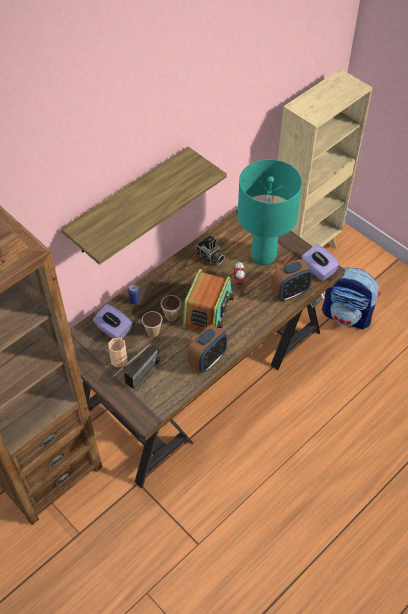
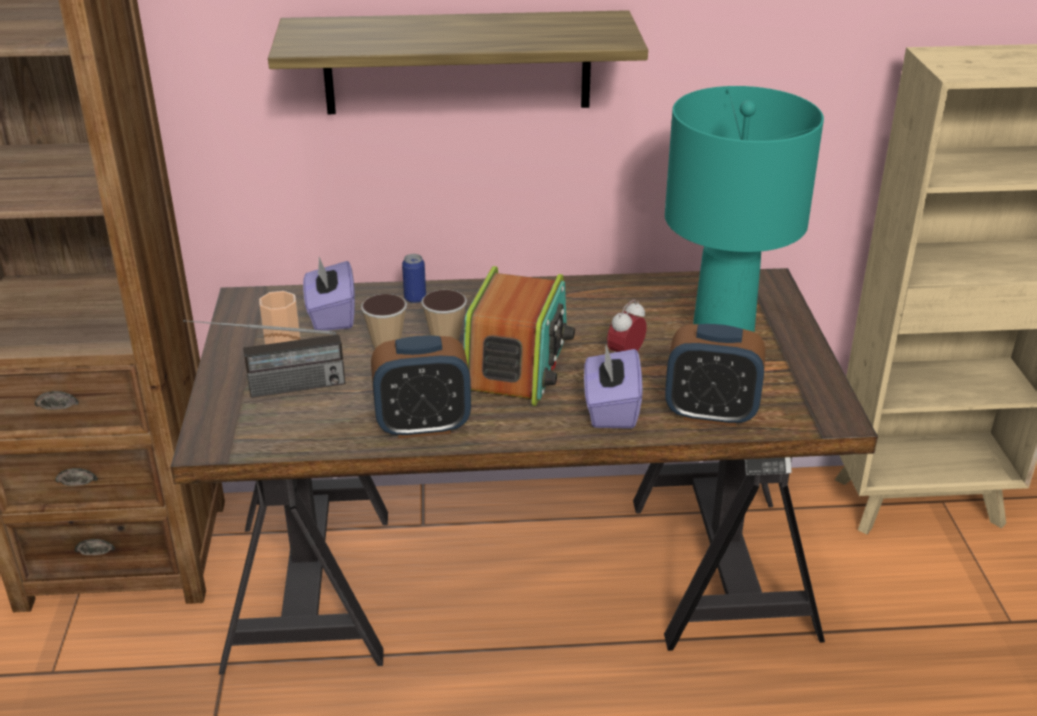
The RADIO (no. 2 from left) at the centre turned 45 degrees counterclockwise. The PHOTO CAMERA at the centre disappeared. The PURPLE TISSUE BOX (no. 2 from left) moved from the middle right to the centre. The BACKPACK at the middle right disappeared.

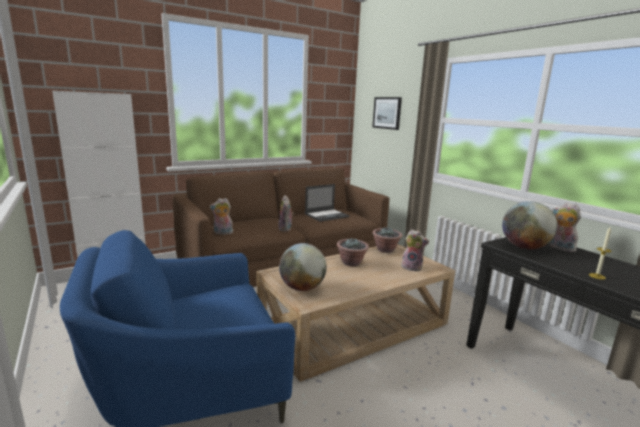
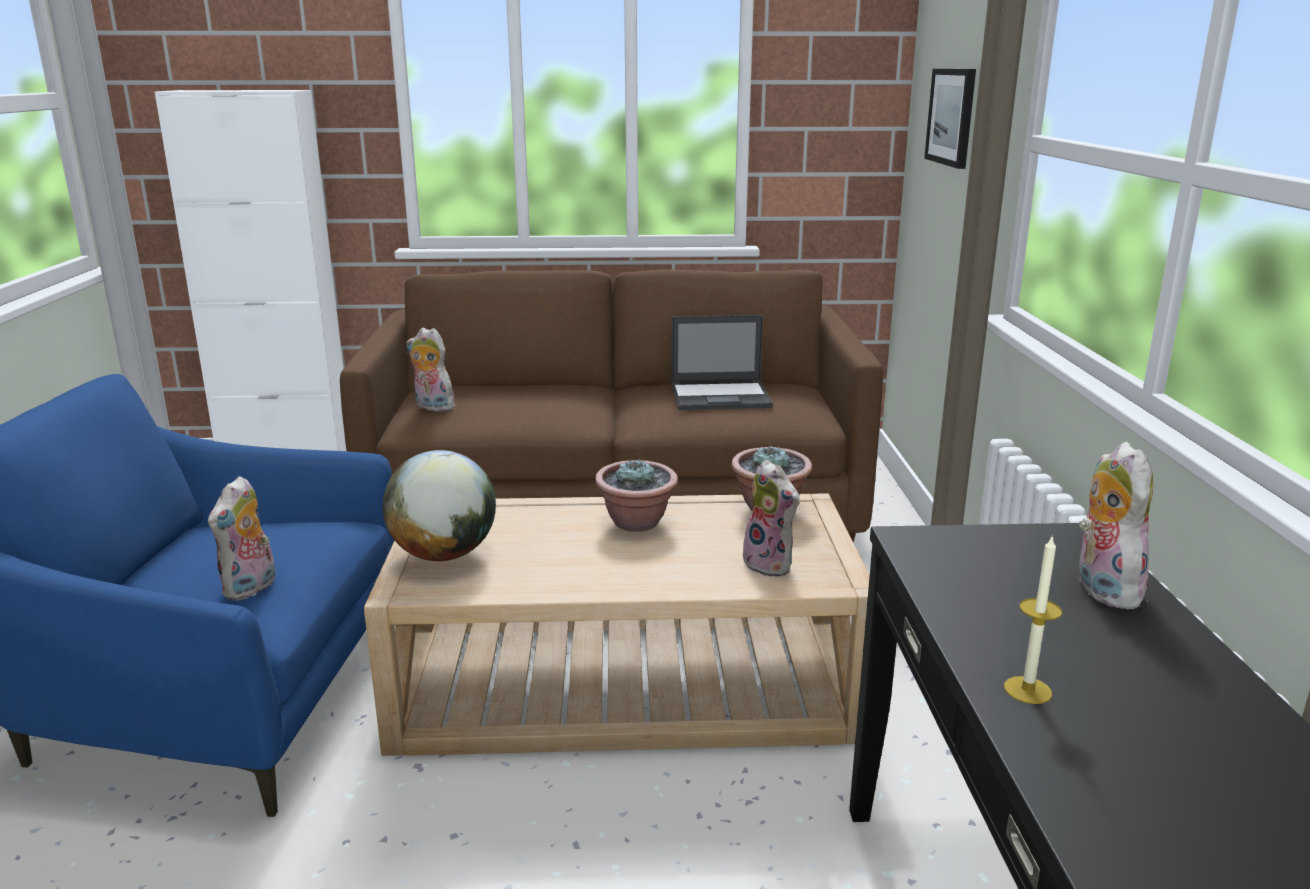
The PLUSH TOY (no. 2 from left in the first image) moved from the centre to the middle left. The GLOBE (no. 2 from left) at the middle right disappeared.

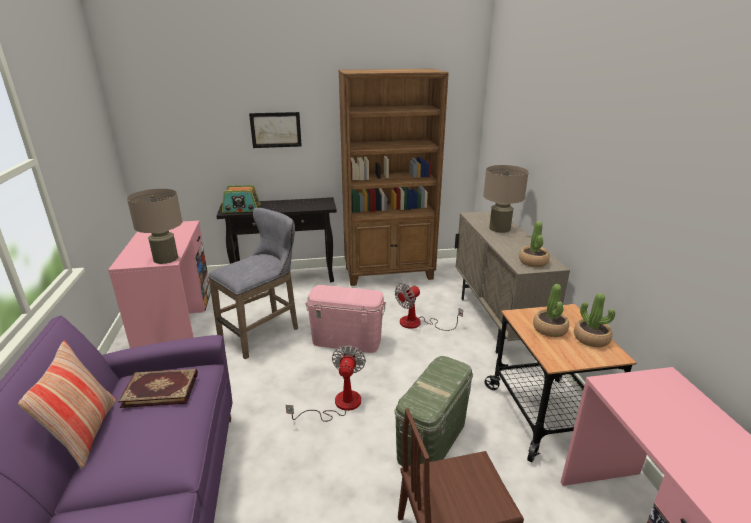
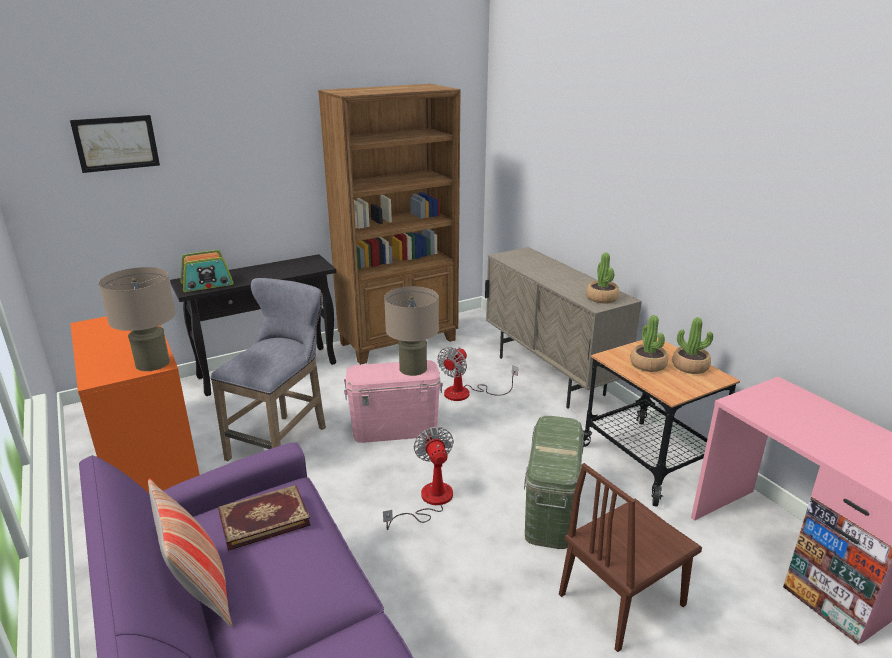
The PINK DESK (no. 1 from left) at the middle left became the ORANGE DESK at the middle left. The PICTURE moved from the top centre to the top left. The BEIGE TABLE LAMP (no. 2 from left) moved from the middle right to the centre.

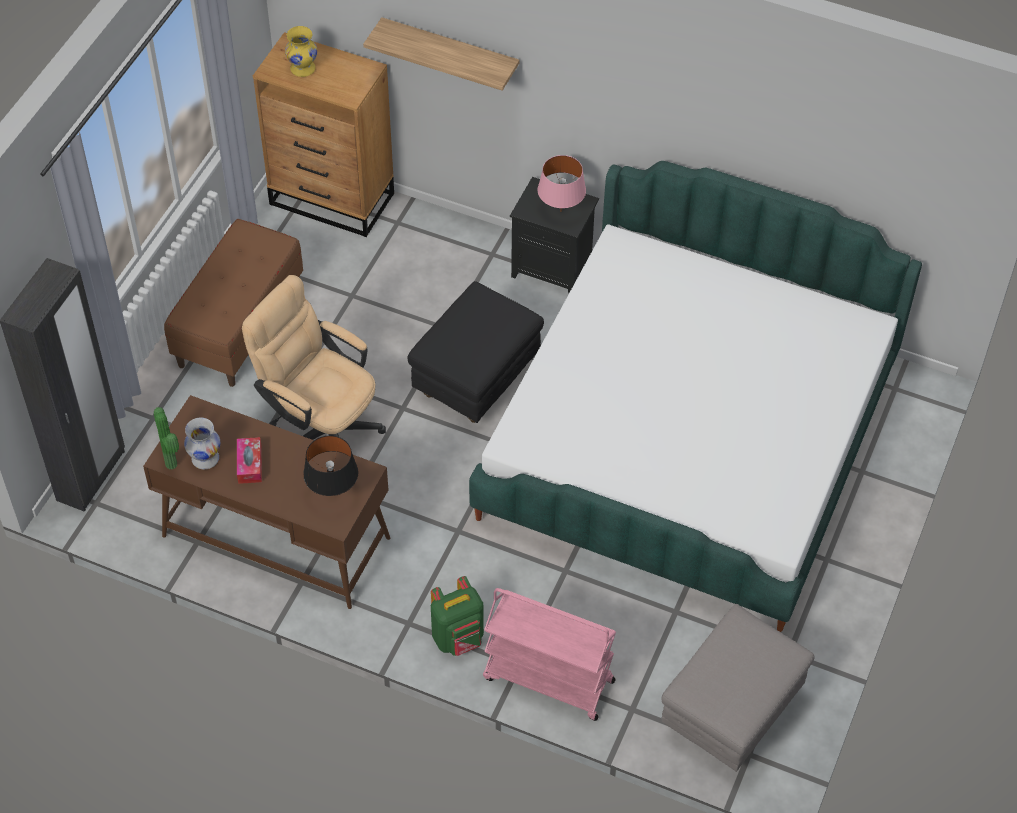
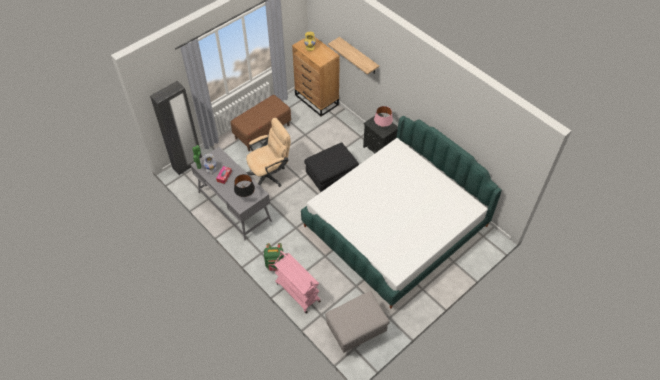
The BROWN DESK at the middle left became the GREY DESK at the centre. The BEIGE OFFICE CHAIR at the middle left turned 90 degrees clockwise.

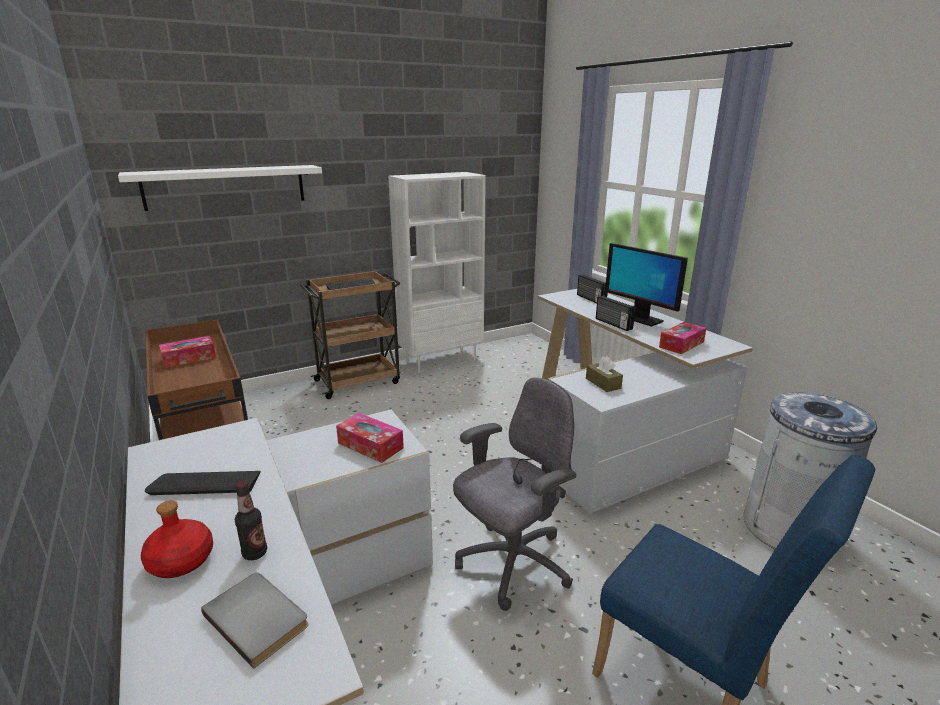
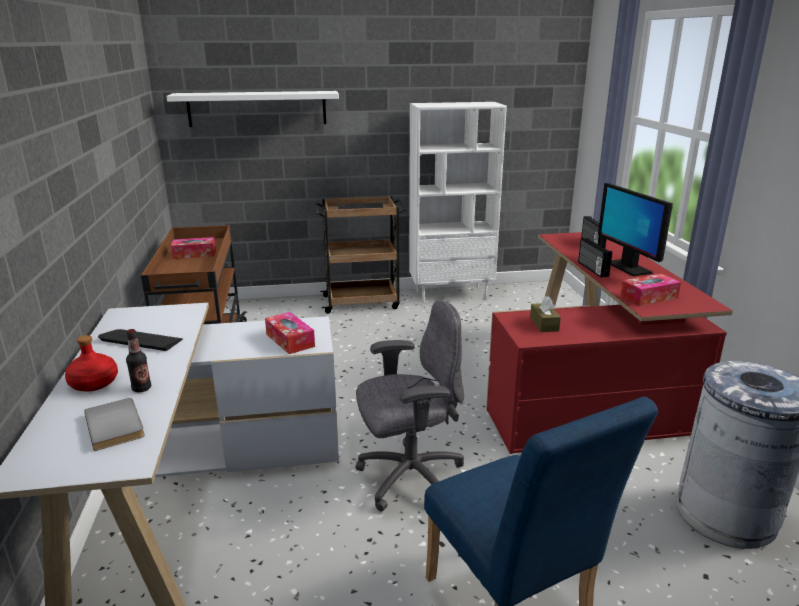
The WHITE DESK (no. 2 from left) at the middle right became the RED DESK at the middle right.

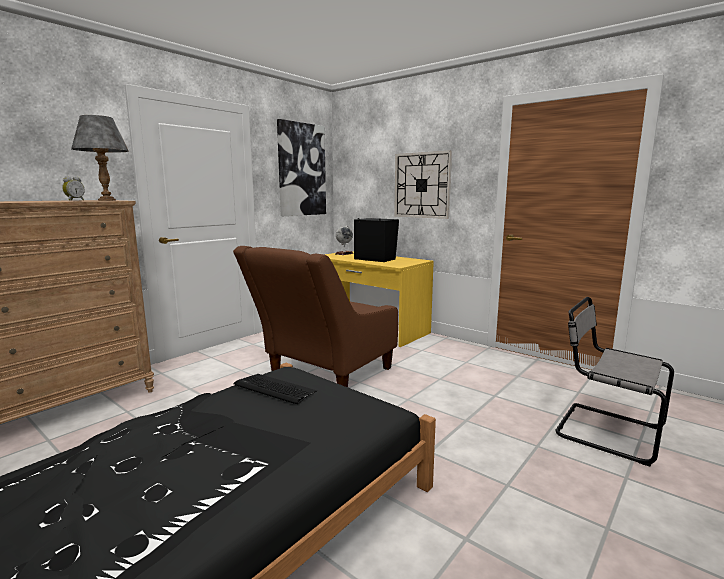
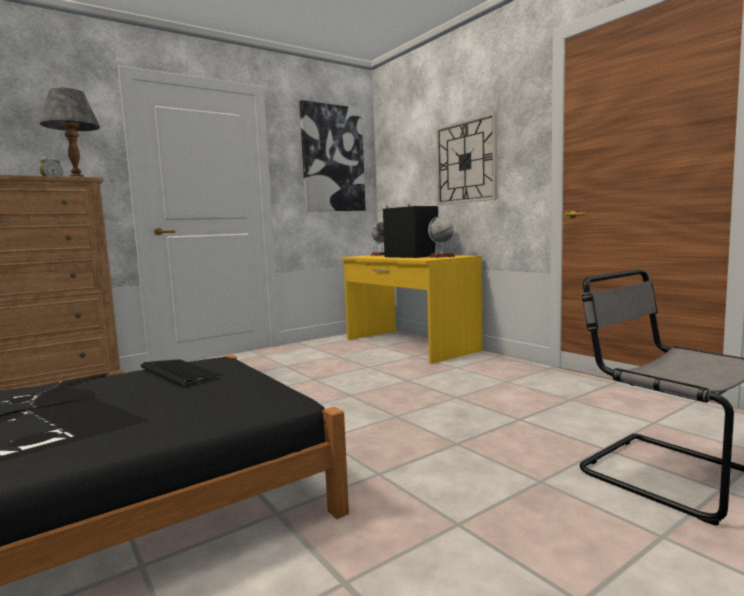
The BROWN ARMCHAIR at the centre disappeared. The GLOBE (no. 2 from left) at the centre appeared.

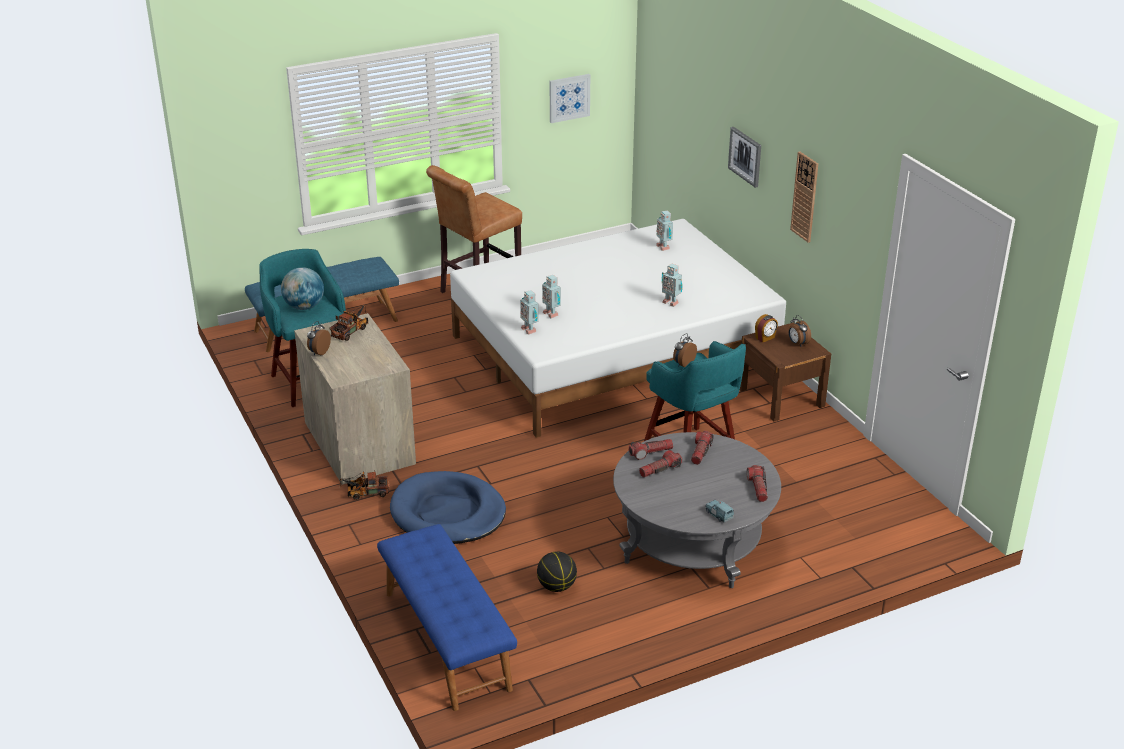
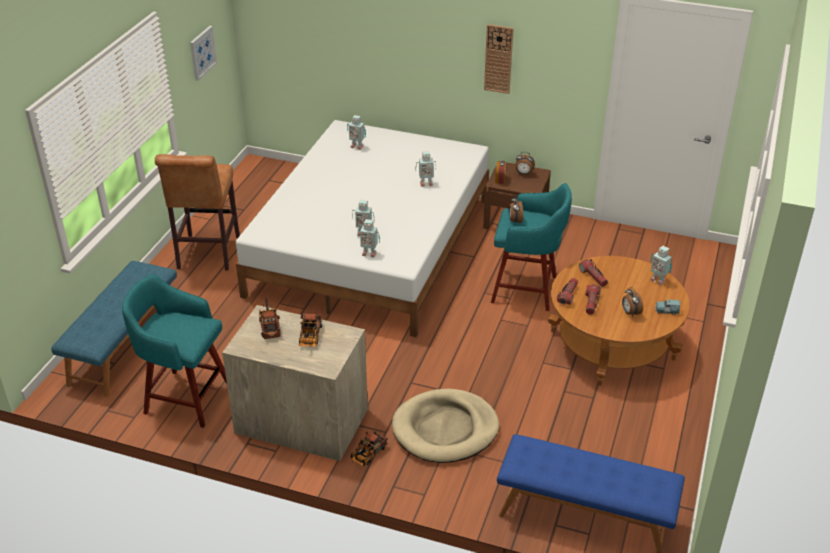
The GLOBE at the middle left disappeared. The ALARM CLOCK (no. 1 from left in the first image) moved from the middle left to the middle right. The BLUE DOG BED at the bottom centre became the BEIGE DOG BED at the bottom centre. The BASKETBALL at the bottom centre disappeared. The GREY COFFEE TABLE at the bottom centre became the BROWN COFFEE TABLE at the middle right. The PICTURE (no. 2 from left) at the top centre disappeared. The FLASHLIGHT (no. 4 from left) at the middle right was replaced by the TOY ROBOT (no. 5 from left) at the middle right. The TOY TRUCK (no. 2 from left) at the centre appeared.

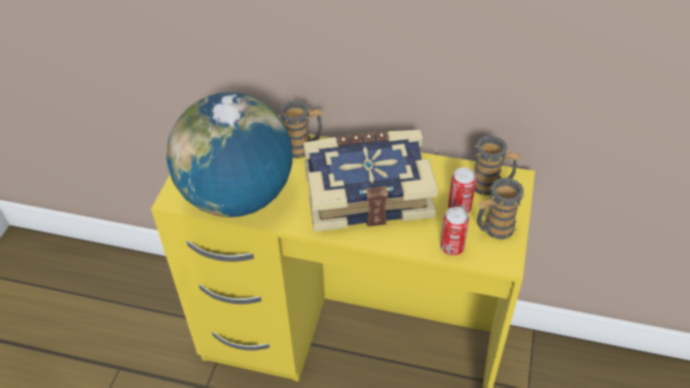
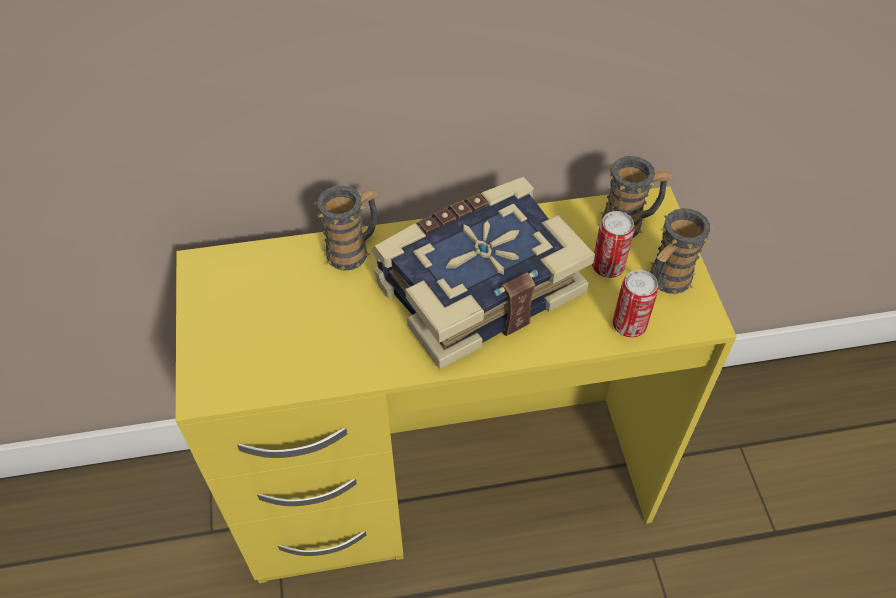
The GLOBE at the centre disappeared.

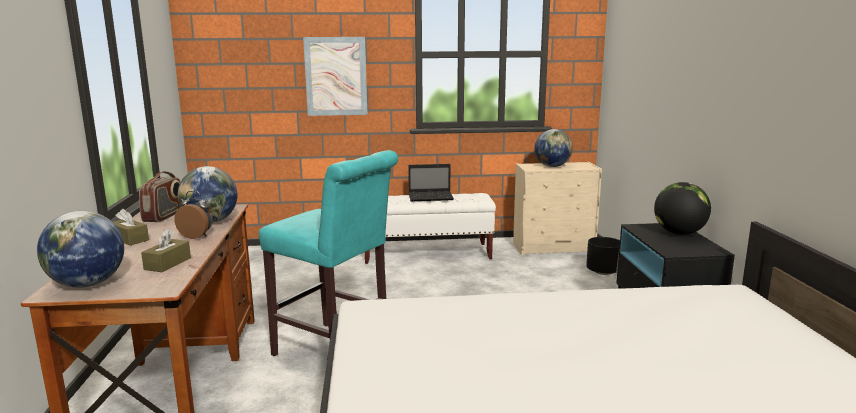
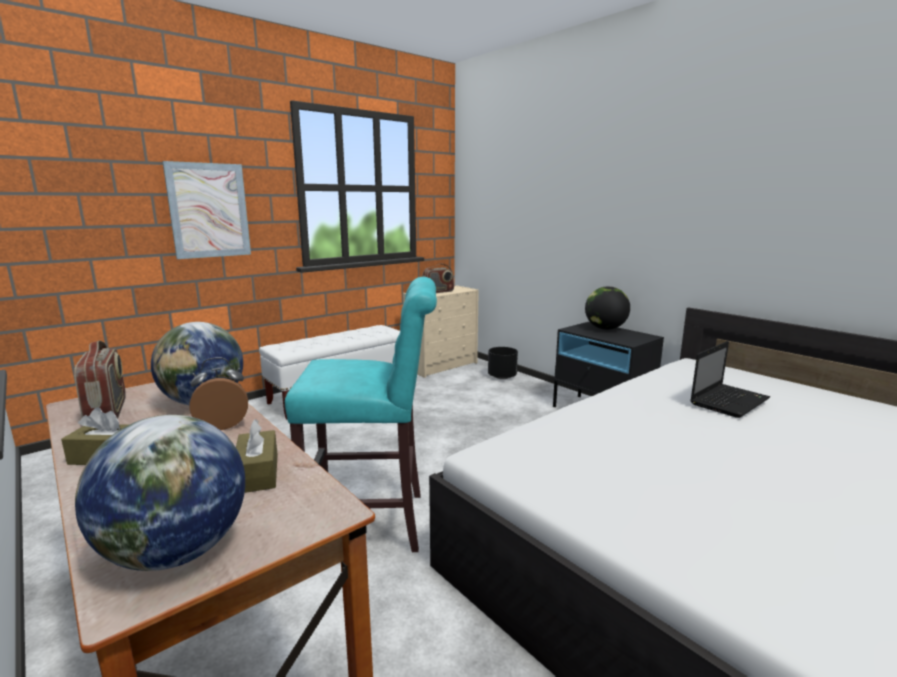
The LAPTOP moved from the centre to the middle right. The GLOBE (no. 3 from left) at the centre was replaced by the RADIO (no. 2 from left) at the centre.

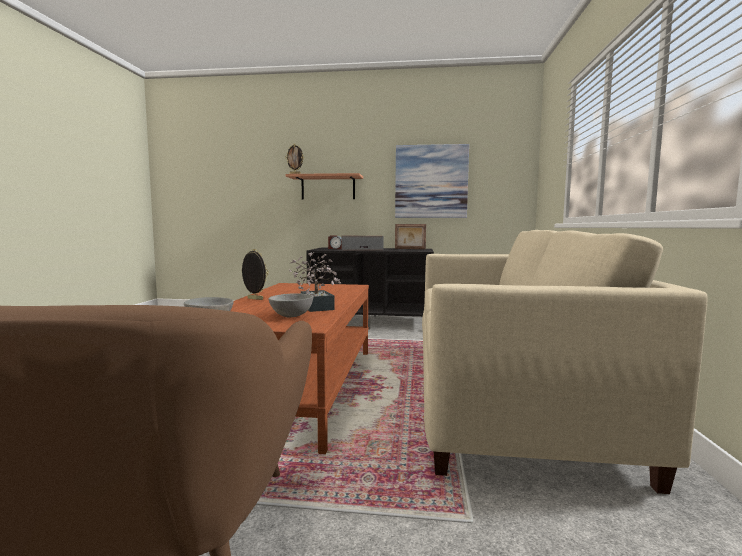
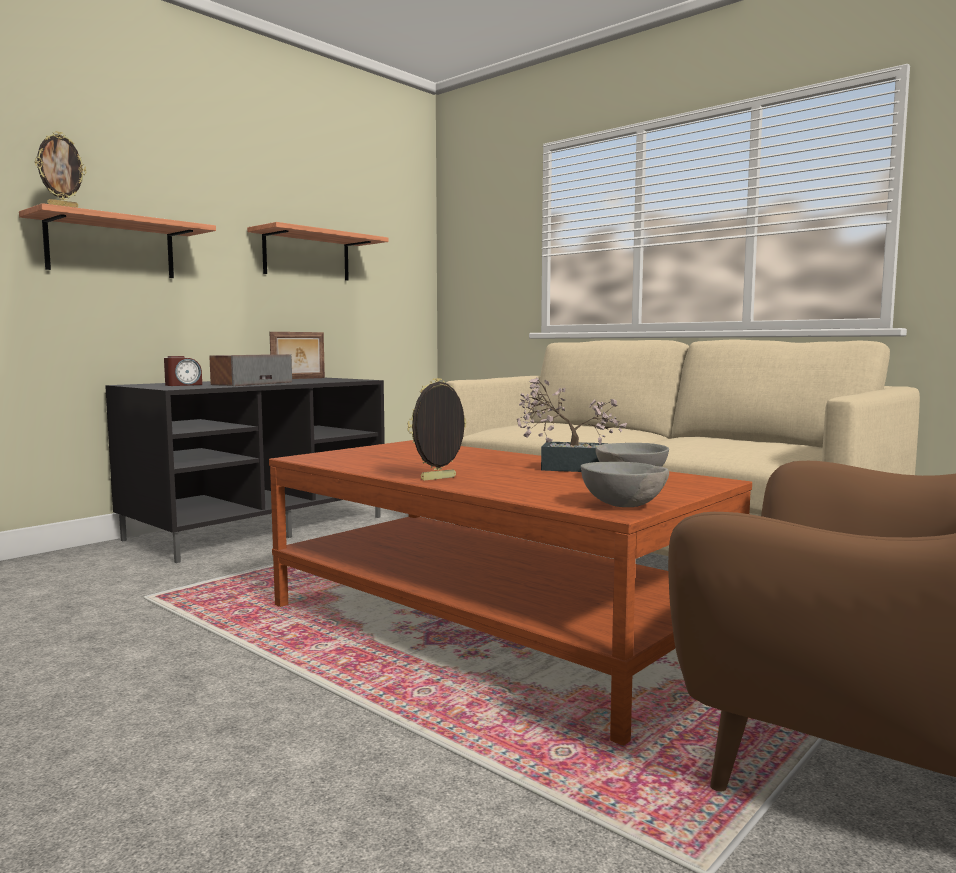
The PICTURE at the top centre was replaced by the SHELF (no. 2 from left) at the top left.

